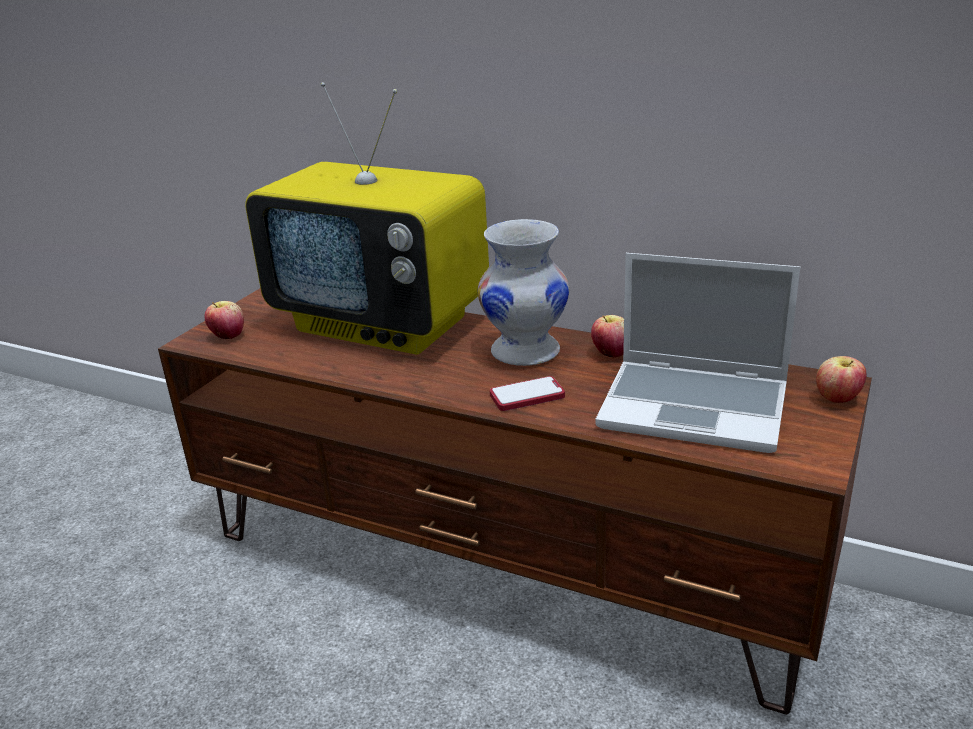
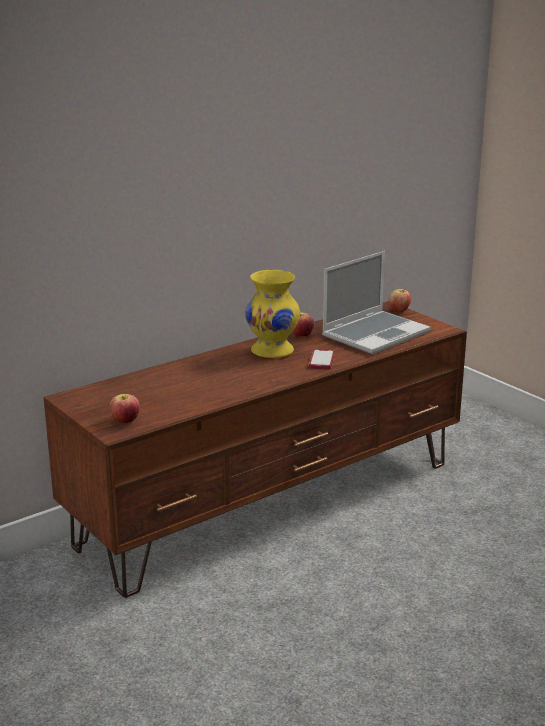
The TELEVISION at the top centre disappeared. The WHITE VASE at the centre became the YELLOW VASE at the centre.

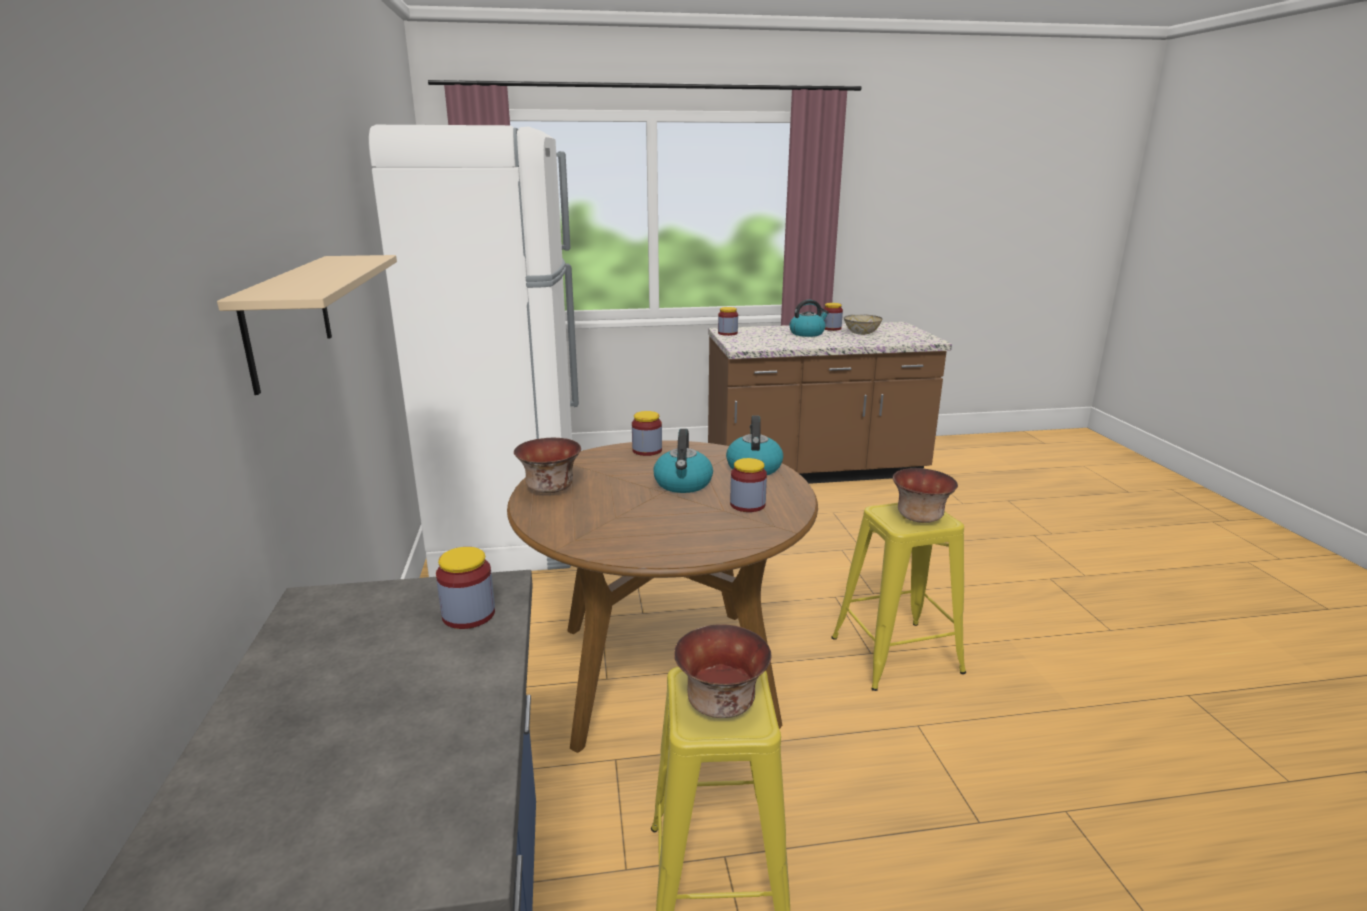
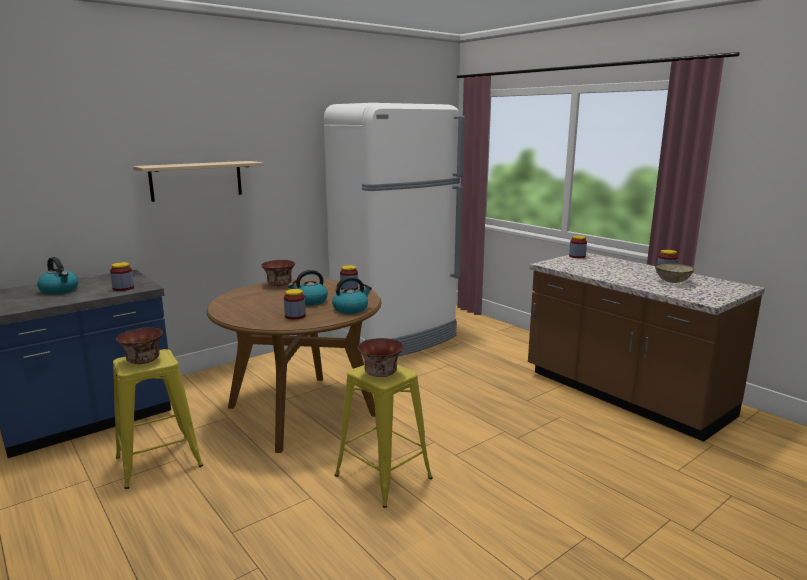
The KETTLE (no. 3 from left in the first image) moved from the centre to the middle left.

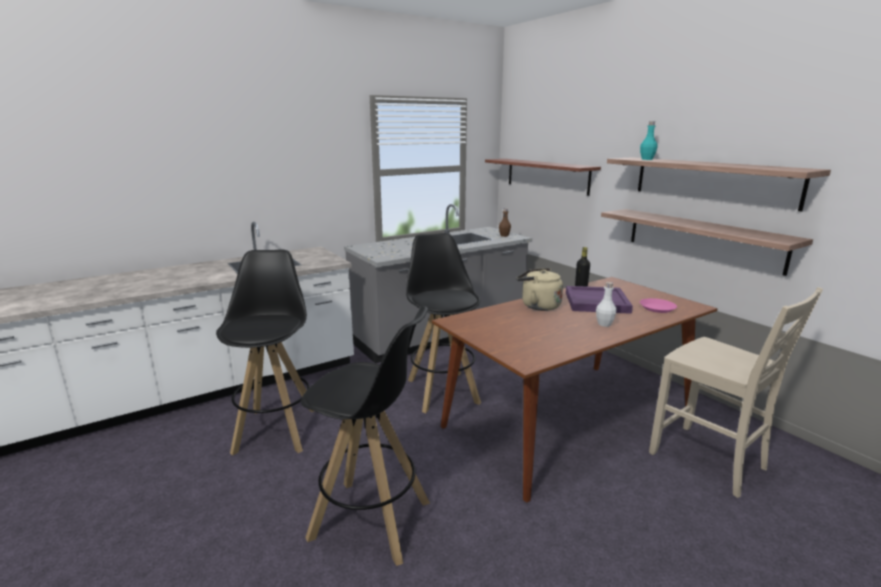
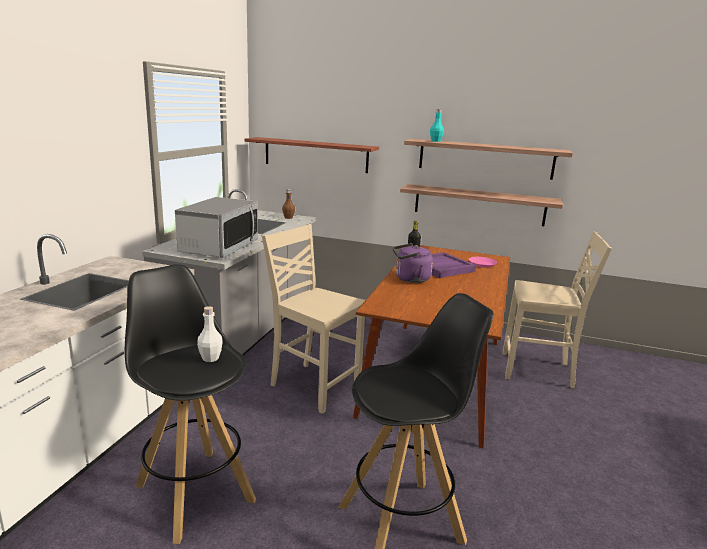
The BLACK STOOL (no. 3 from left) at the centre was replaced by the BEIGE CHAIR (no. 1 from left) at the centre. The BEIGE KETTLE at the centre became the PURPLE KETTLE at the centre. The WHITE BOTTLE moved from the middle right to the middle left. The MICROWAVE at the middle left appeared.

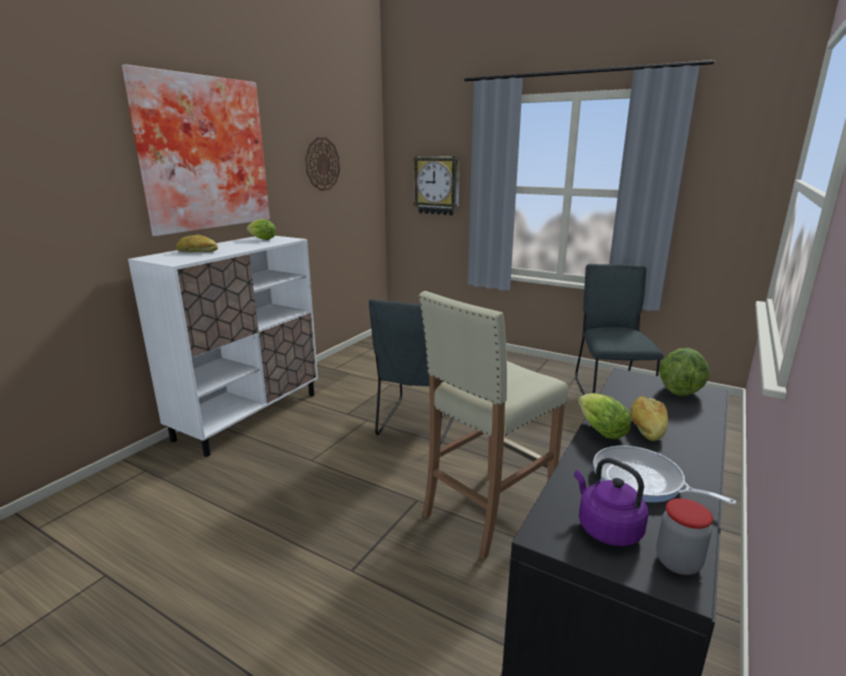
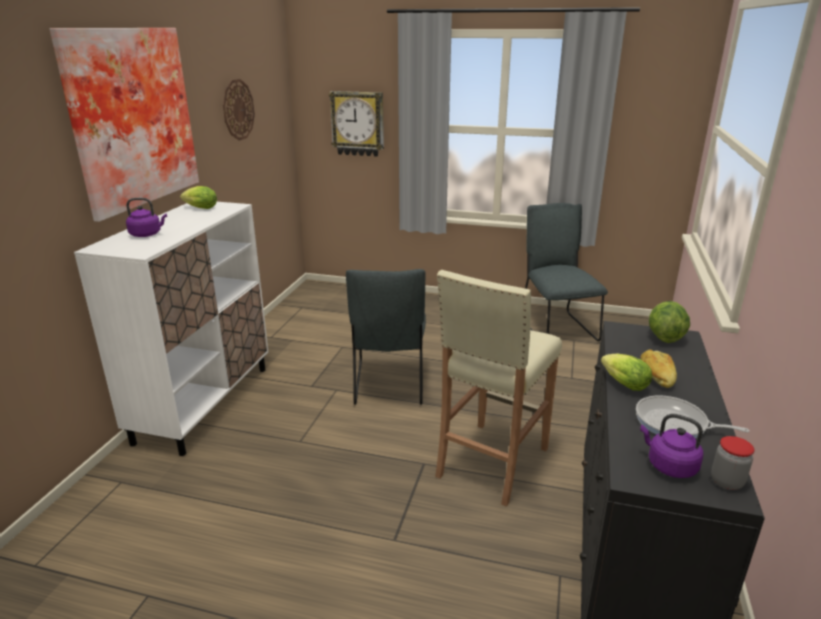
The BREAD (no. 1 from left) at the middle left was replaced by the PURPLE KETTLE (no. 1 from left) at the middle left.

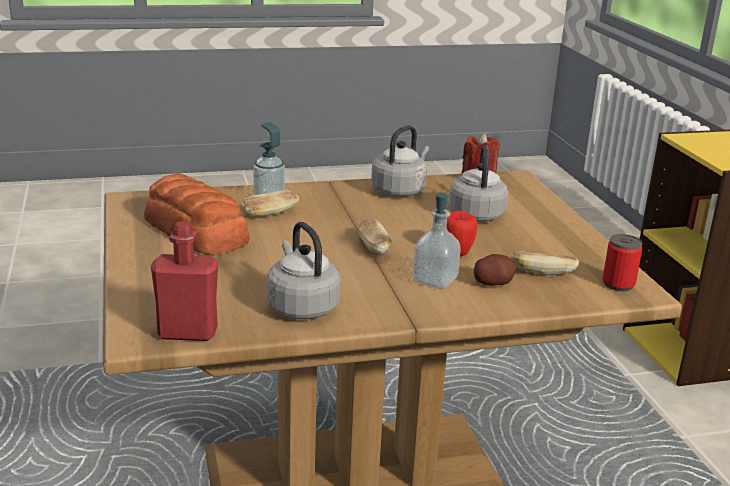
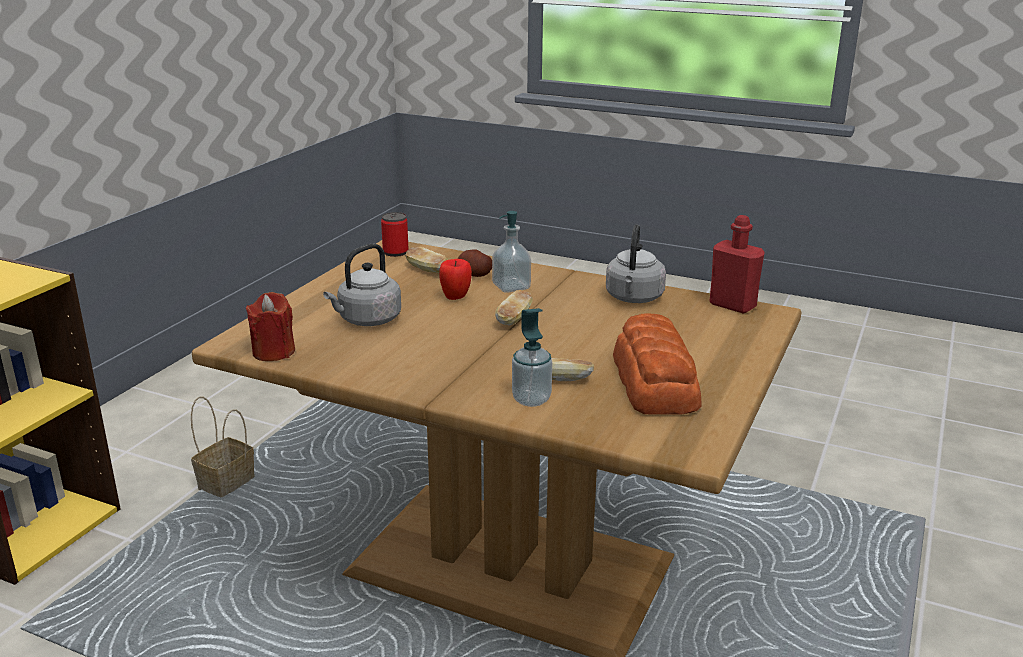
The GREY KETTLE (no. 2 from left) at the top centre disappeared. The BASKET at the bottom left appeared.

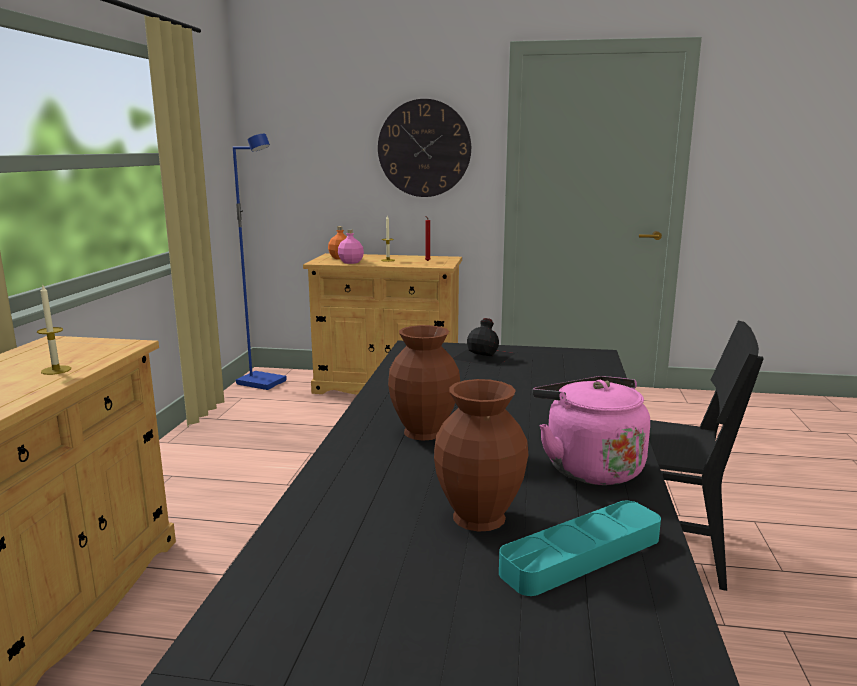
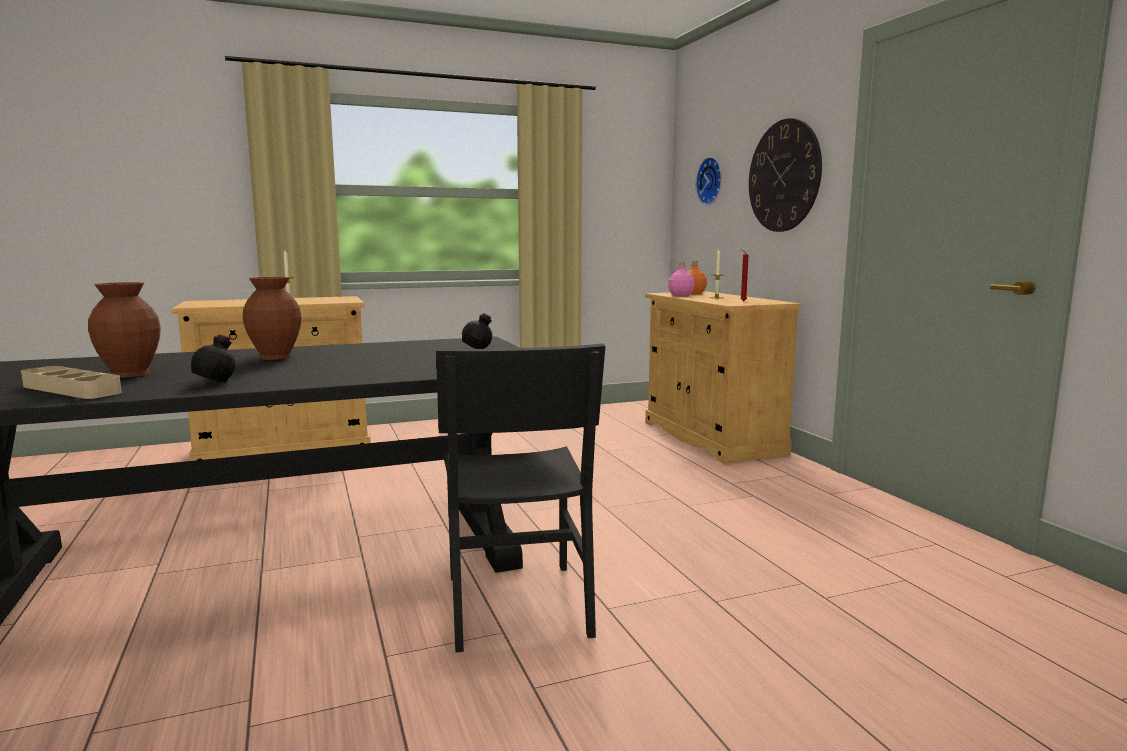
The BLUE FLOOR LAMP at the middle left disappeared. The TURQUOISE TRAY at the bottom right became the BEIGE TRAY at the middle left. The PINK KETTLE at the middle right was replaced by the BLACK BOTTLE (no. 1 from left) at the middle left. The WALL CLOCK (no. 1 from left) at the top centre appeared.

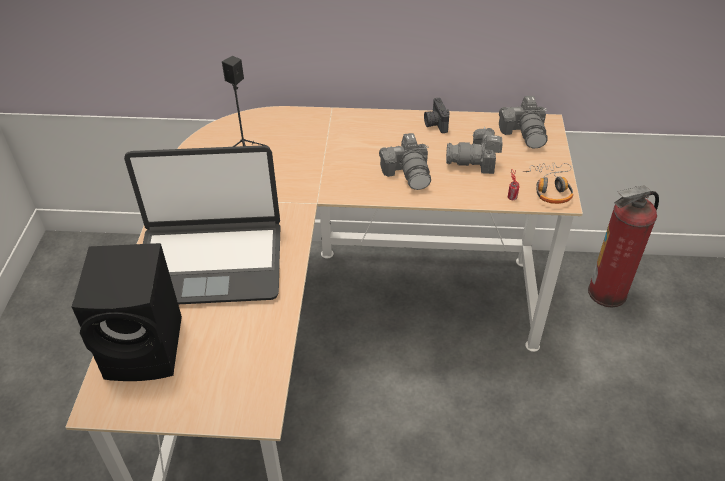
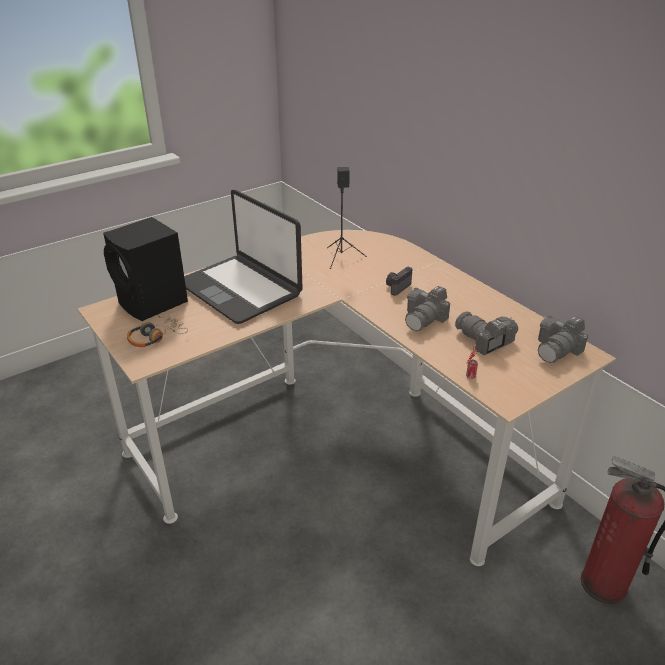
The PHOTO CAMERA (no. 2 from left in the first image) moved from the top centre to the centre. The HEADPHONES moved from the middle right to the middle left.

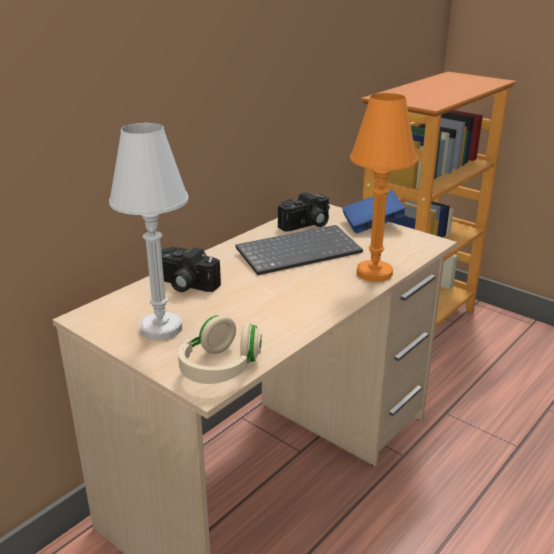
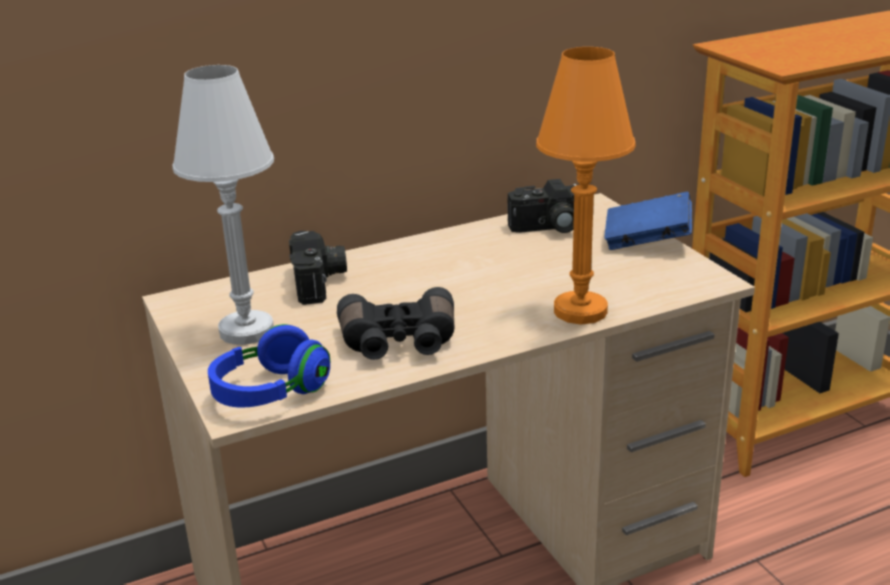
The PHOTO CAMERA (no. 1 from left) at the centre turned 150 degrees counterclockwise. The BEIGE HEADPHONES at the centre became the BLUE HEADPHONES at the middle left. The KEYBOARD at the centre disappeared. The BLACK BINOCULARS at the centre appeared.

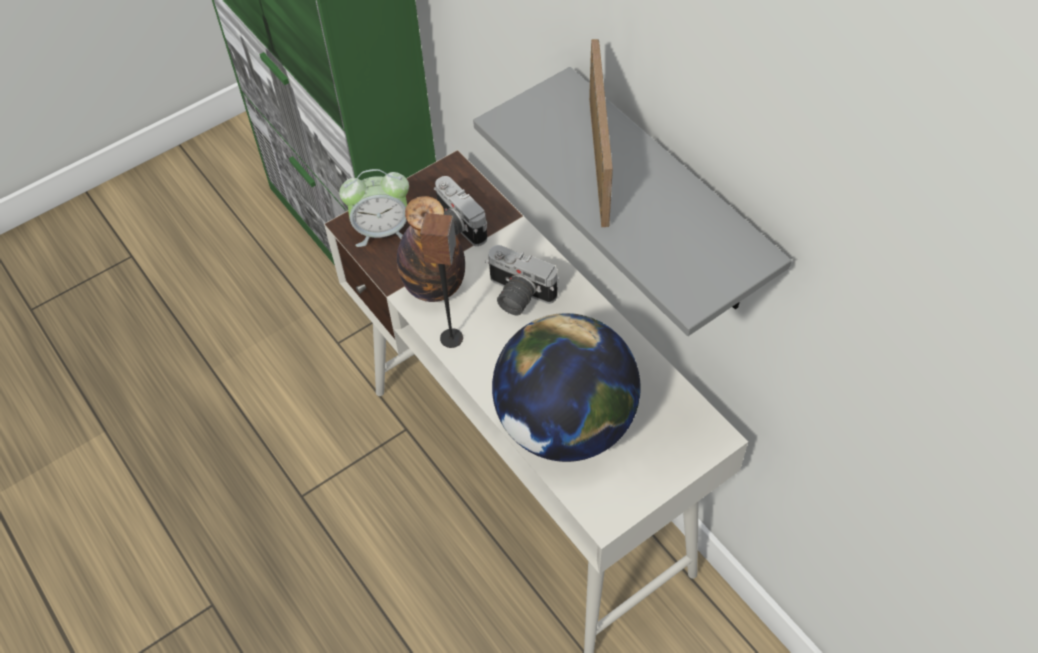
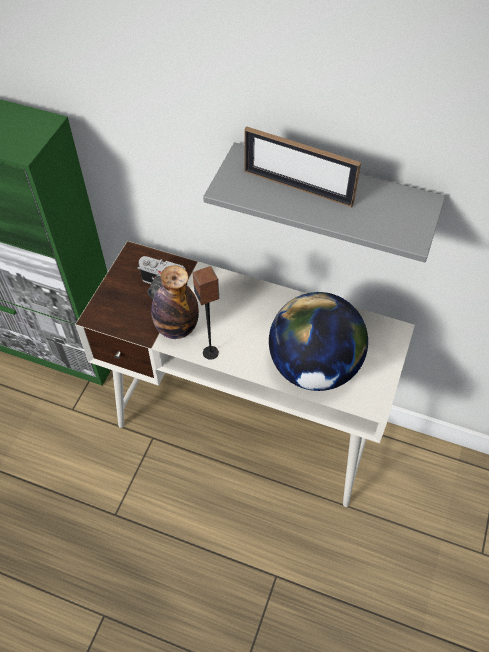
The ALARM CLOCK at the top centre disappeared. The PHOTO CAMERA (no. 2 from left) at the centre disappeared. The PICTURE FRAME at the top centre turned 150 degrees clockwise.

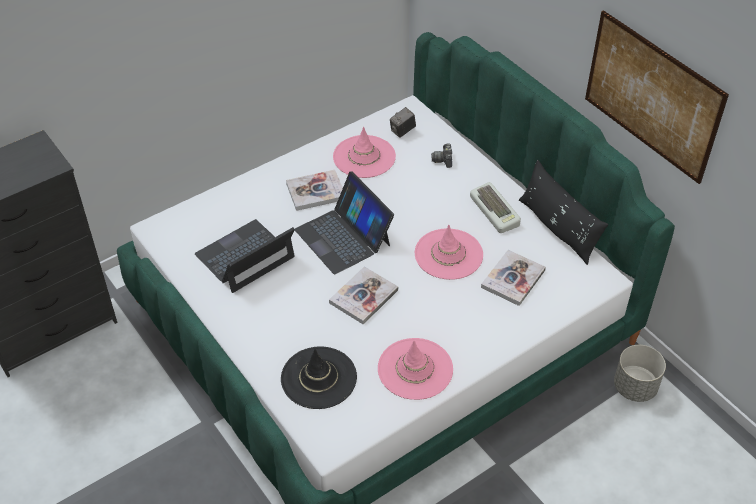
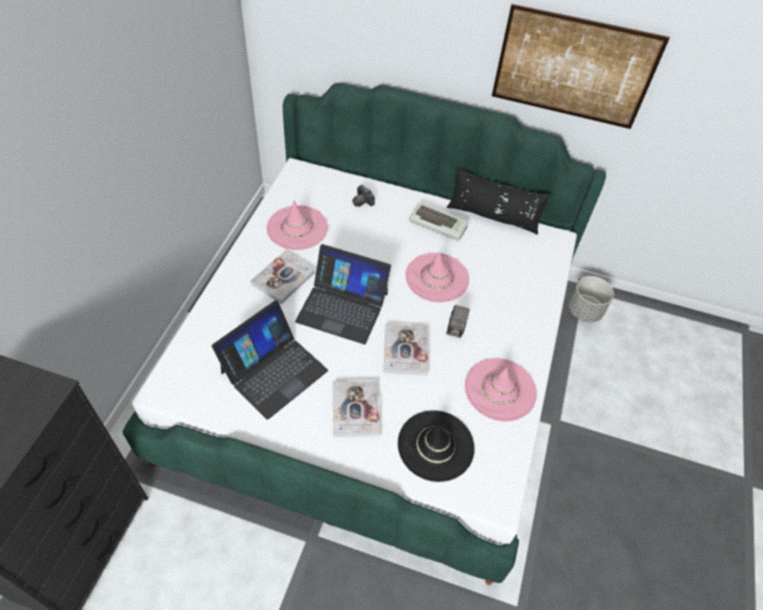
The LAPTOP (no. 1 from left) at the middle left turned 150 degrees counterclockwise. The PHOTO CAMERA (no. 1 from left in the first image) moved from the top centre to the centre. The BOOK (no. 3 from left in the first image) moved from the middle right to the bottom centre.

